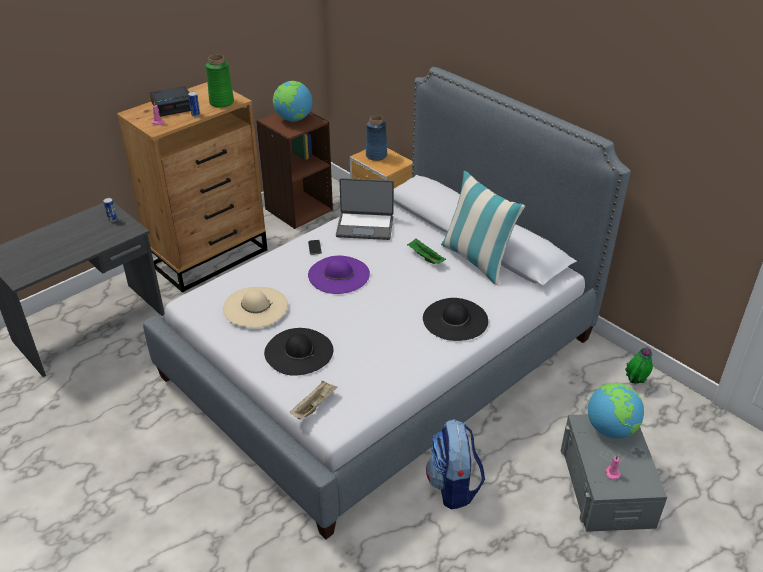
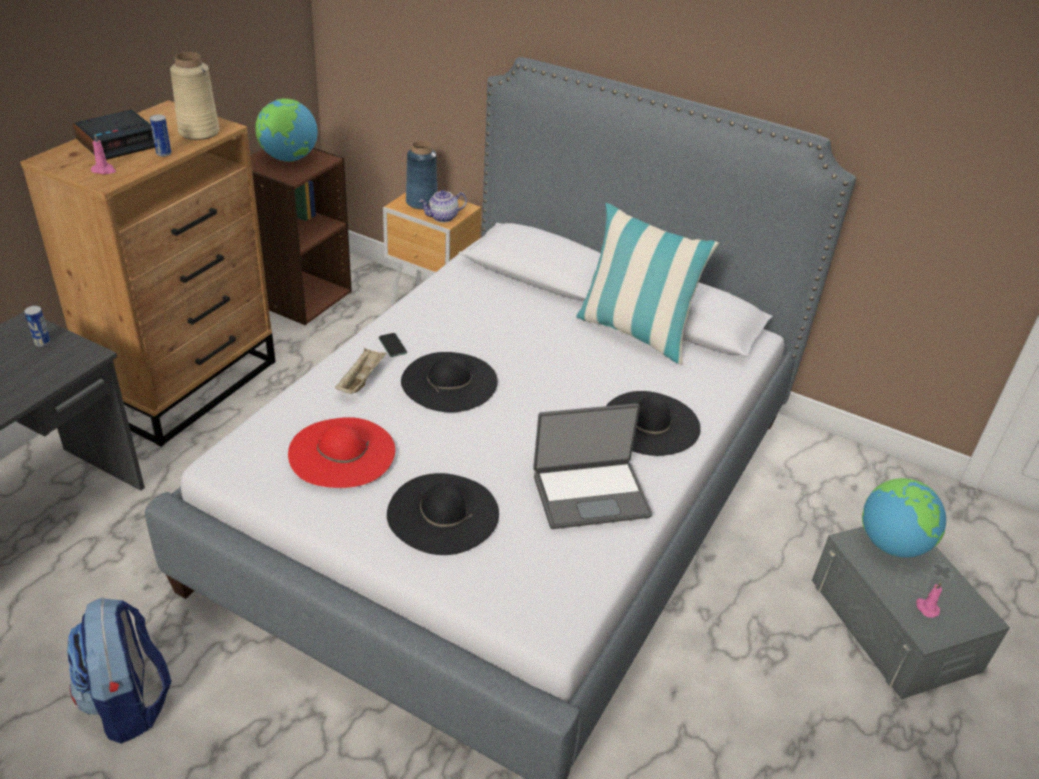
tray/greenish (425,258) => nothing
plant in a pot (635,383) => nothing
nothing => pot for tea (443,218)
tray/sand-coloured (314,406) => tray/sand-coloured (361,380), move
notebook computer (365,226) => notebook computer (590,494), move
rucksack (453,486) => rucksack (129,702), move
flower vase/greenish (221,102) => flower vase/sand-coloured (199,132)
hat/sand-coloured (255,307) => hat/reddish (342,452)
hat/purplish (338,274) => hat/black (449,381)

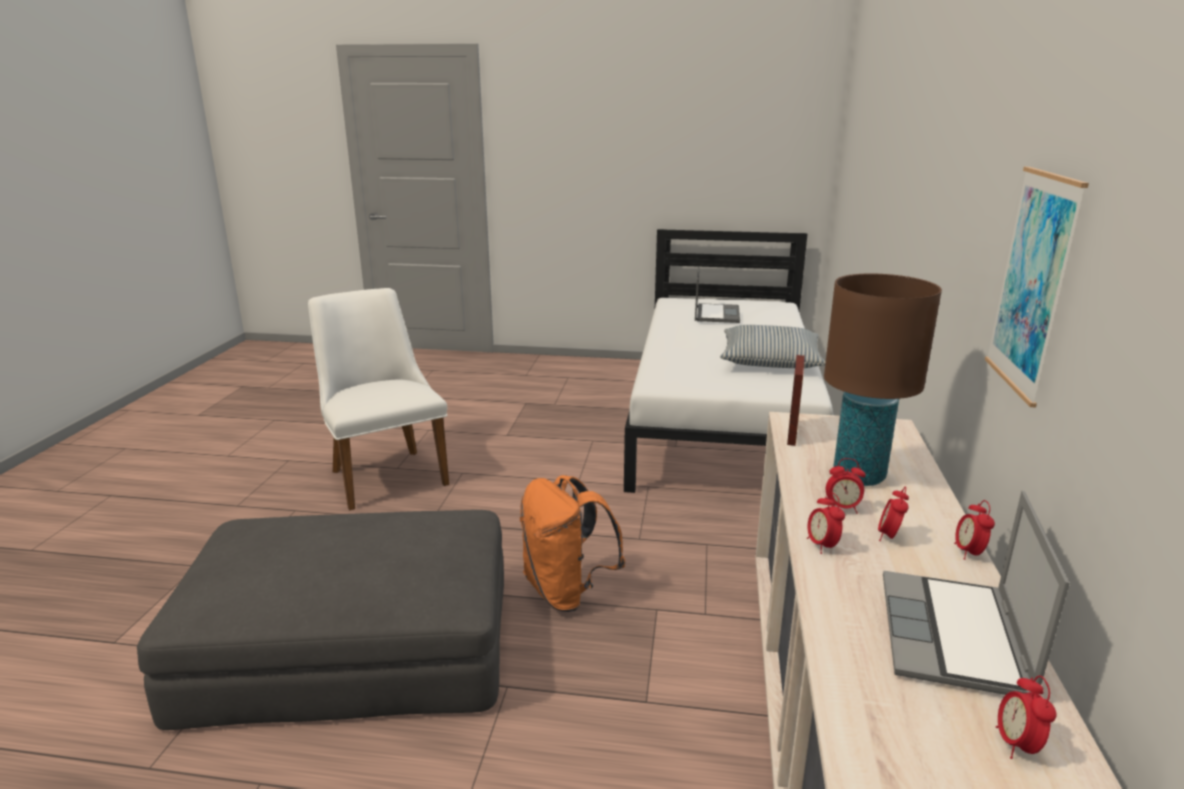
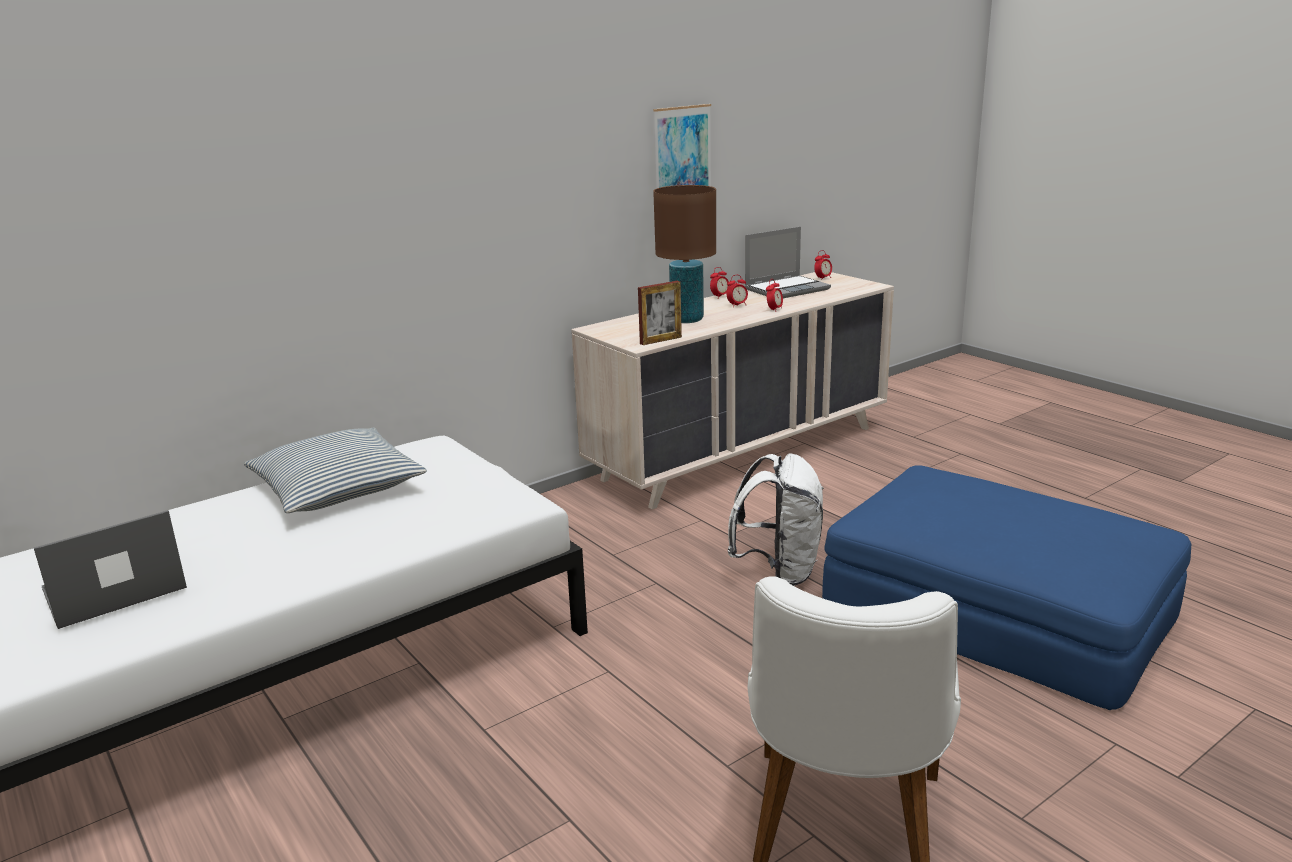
table clock (842,508) => nothing
pouffe/greyish (350,644) => pouffe/blue (997,608)
rucksack/orange (566,592) => rucksack/white-coloured (779,571)

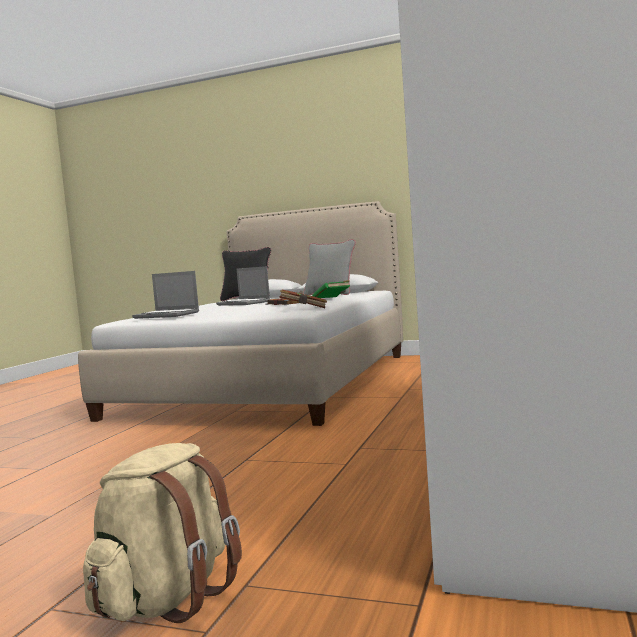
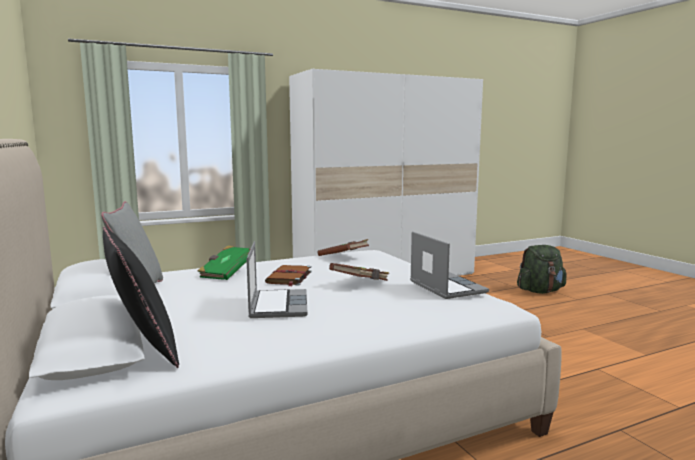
nothing => bound book/brown-coloured (360,283)
rucksack/sand-coloured (168,598) => rucksack/greenish (540,291)

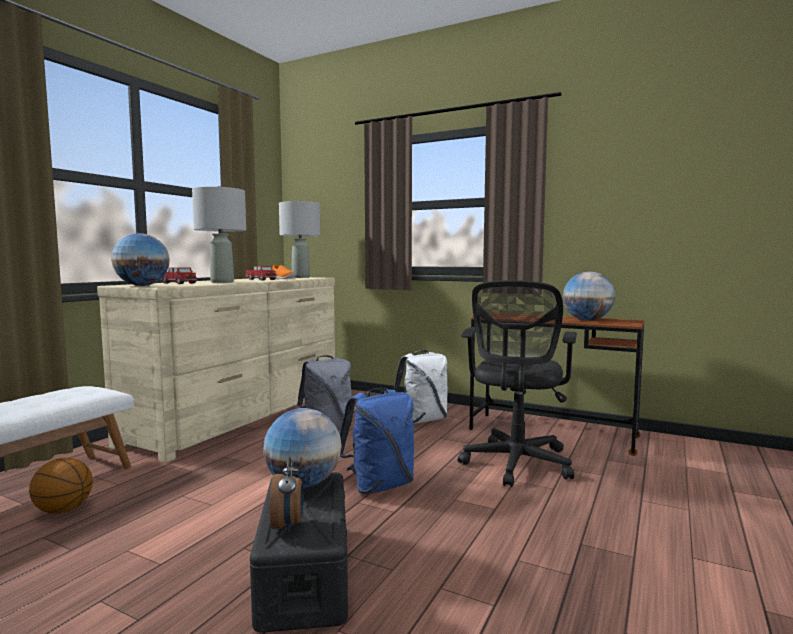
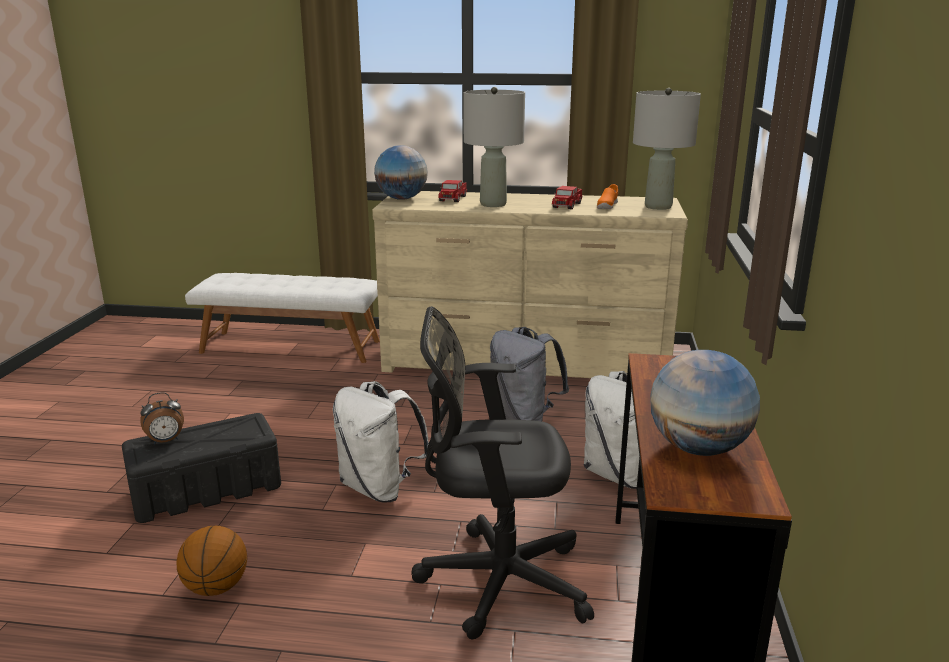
world globe (303,483) => nothing
basketball (63,510) => basketball (216,587), move
rucksack/blue (379,485) => rucksack/white-coloured (380,488)

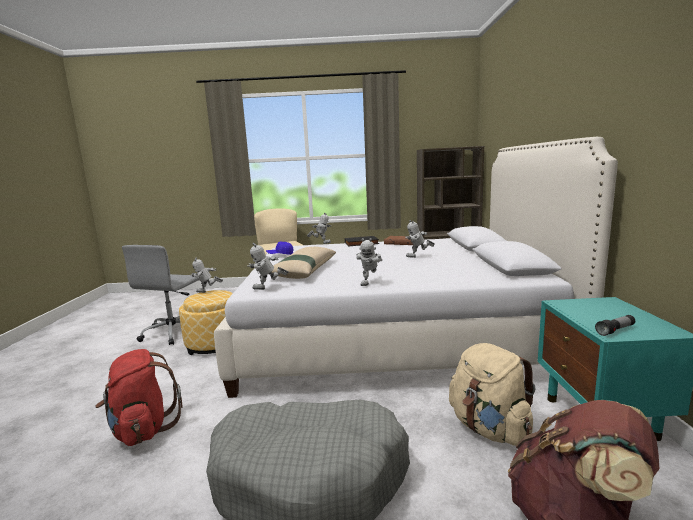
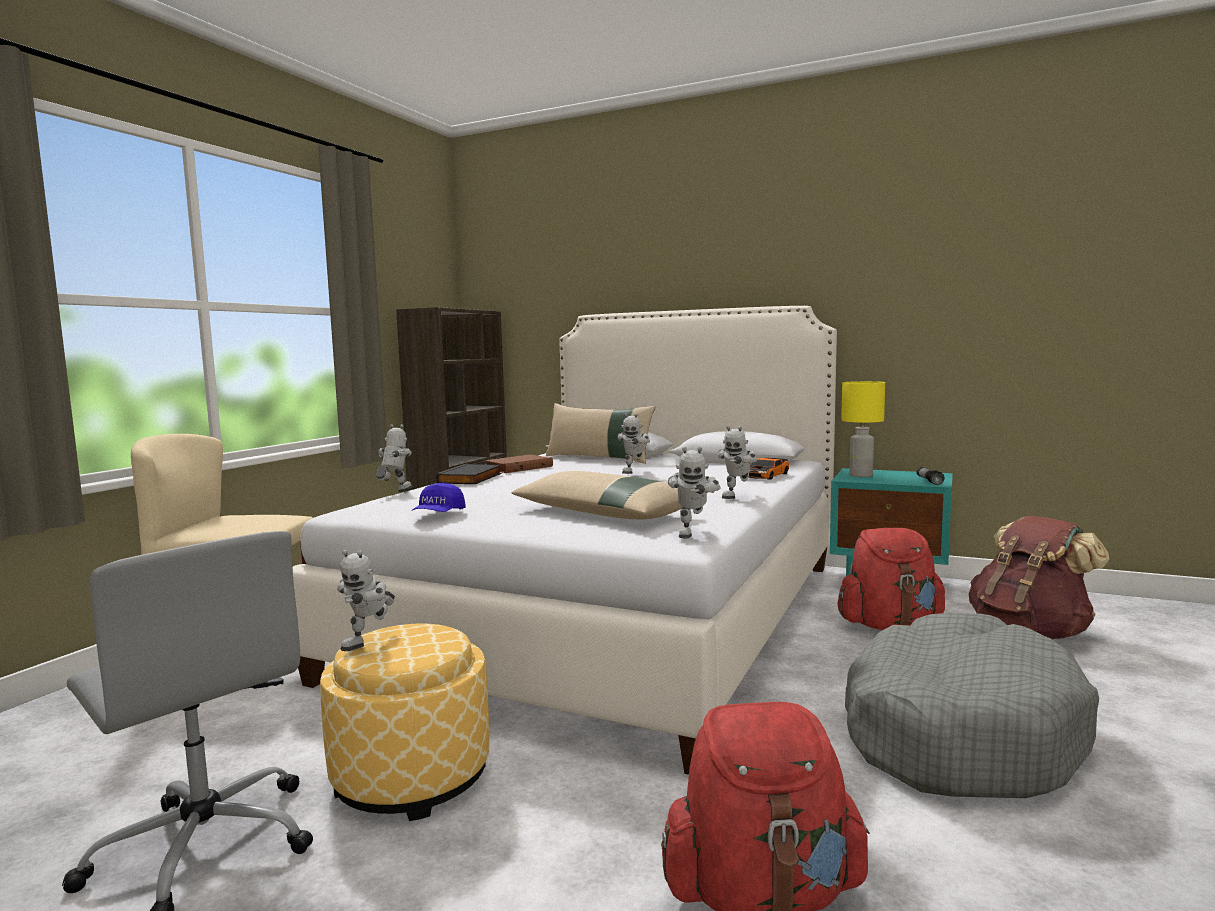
nothing => pillow/sand-coloured (599,459)
nothing => miniature car (766,475)
nothing => tabletop lamp/yellowish (861,475)
rucksack/sand-coloured (489,428) => rucksack/reddish (889,625)
toy robot (370,283) => toy robot (738,497), 75 degrees clockwise

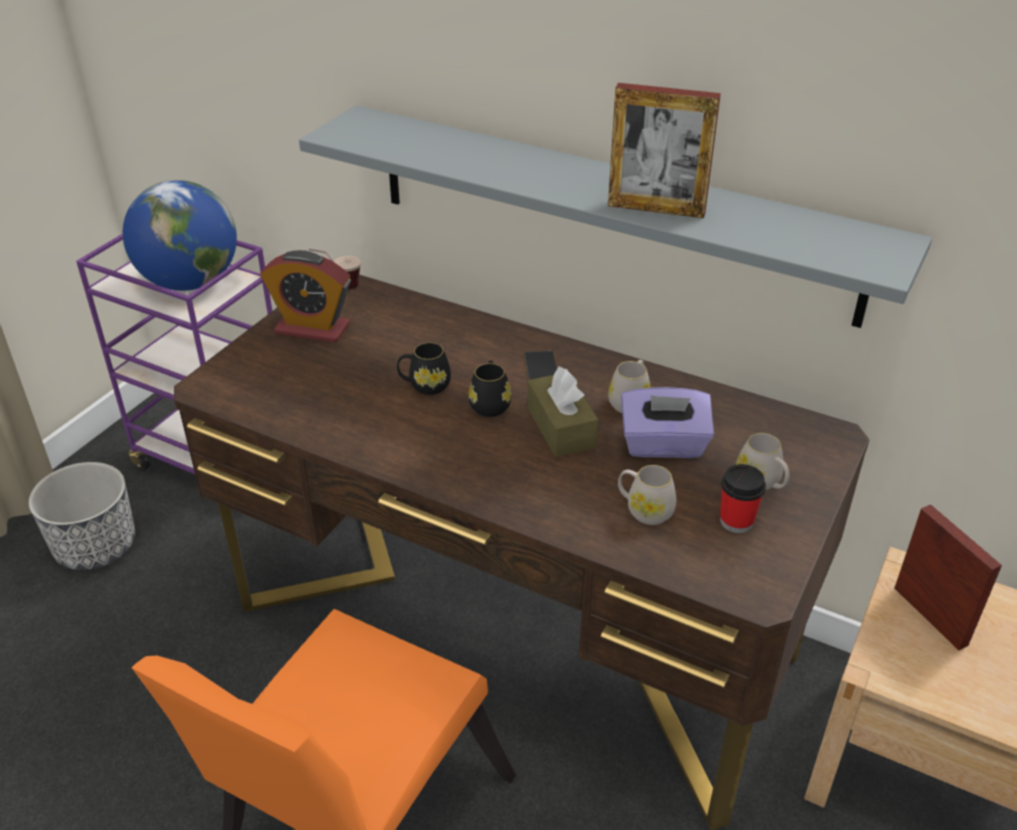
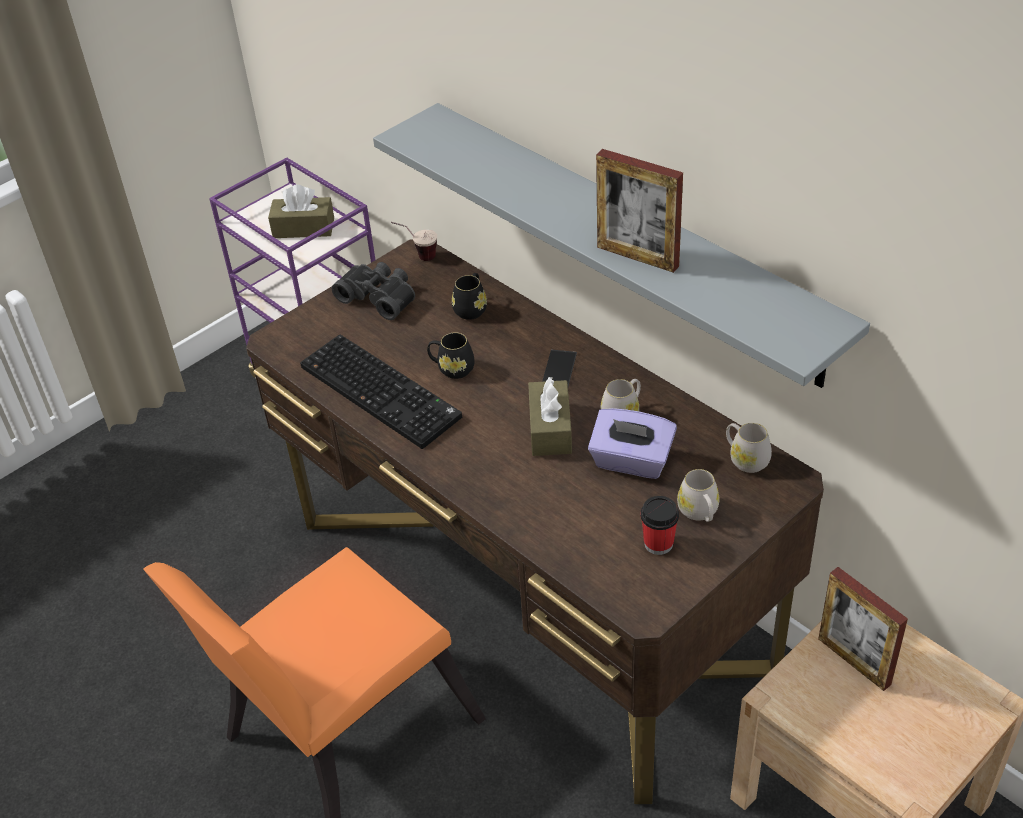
plant pot (96,546) => nothing
nothing => PC keyboard (383,391)
mug/black (490,403) => mug/black (471,308), move
mug/white-coloured (644,510) => mug/white-coloured (745,459), move
world globe (190,282) => tissue holder/brown-coloured (303,228)
table clock (312,328) => pair of binoculars/black (379,297)
photo frame (930,616) => photo frame (854,661), 150 degrees clockwise

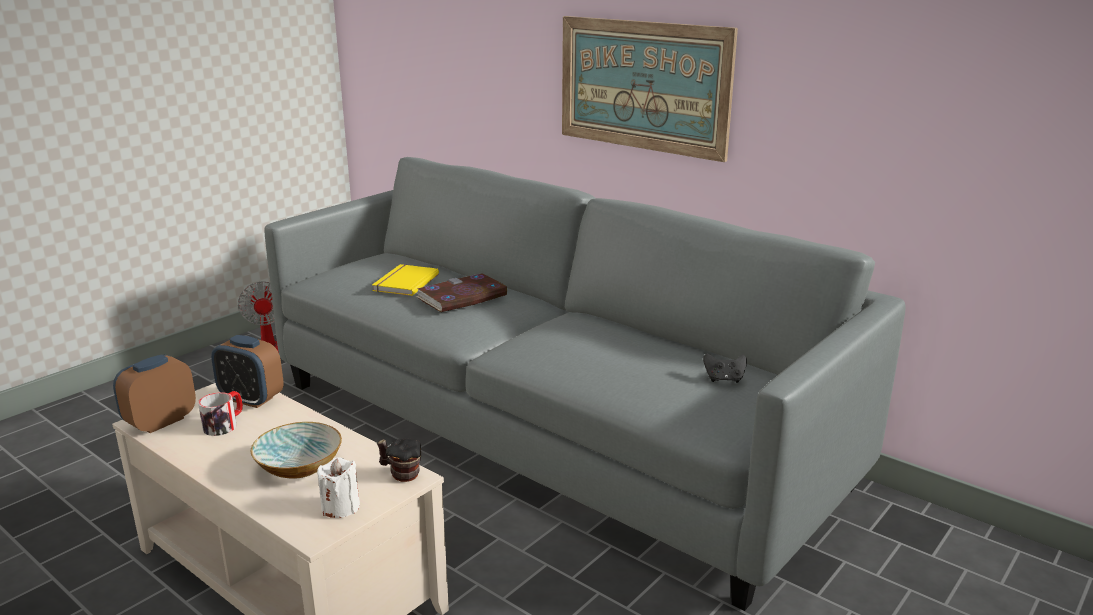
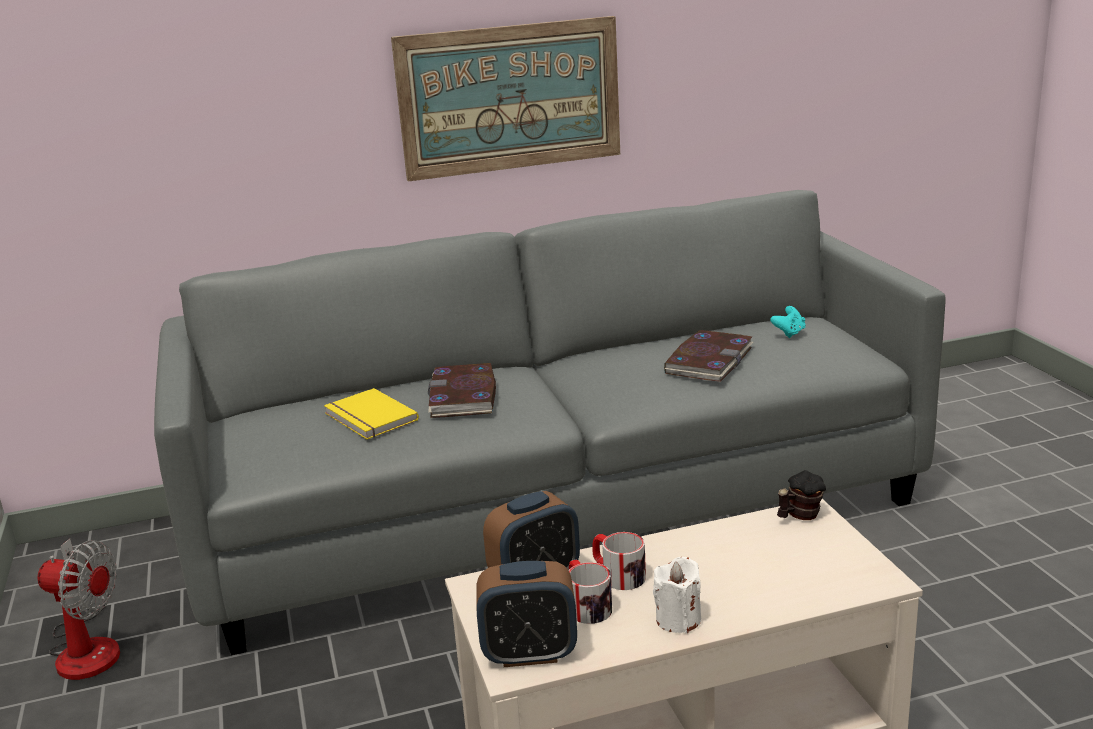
serving bowl (300,467) => nothing
nothing => mug (618,575)
nothing => bound book (708,360)
wax candle/white-coloured (340,507) => wax candle/white-coloured (678,619), move
game controller/black (724,379) => game controller/turquoise-coloured (789,333)
table clock (160,422) => table clock (529,654), 75 degrees counterclockwise

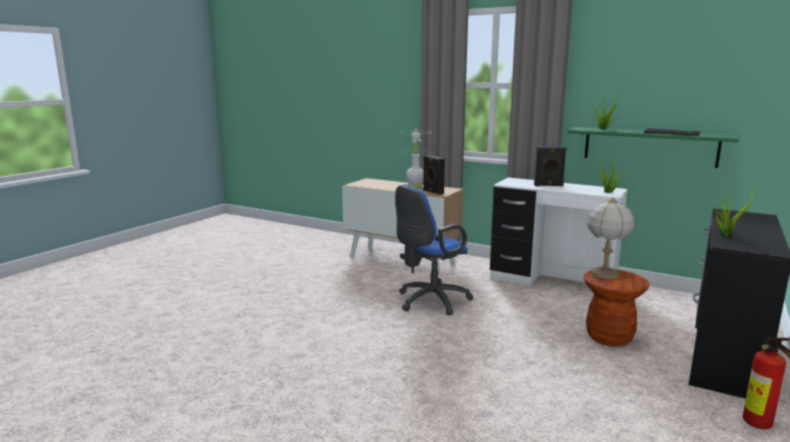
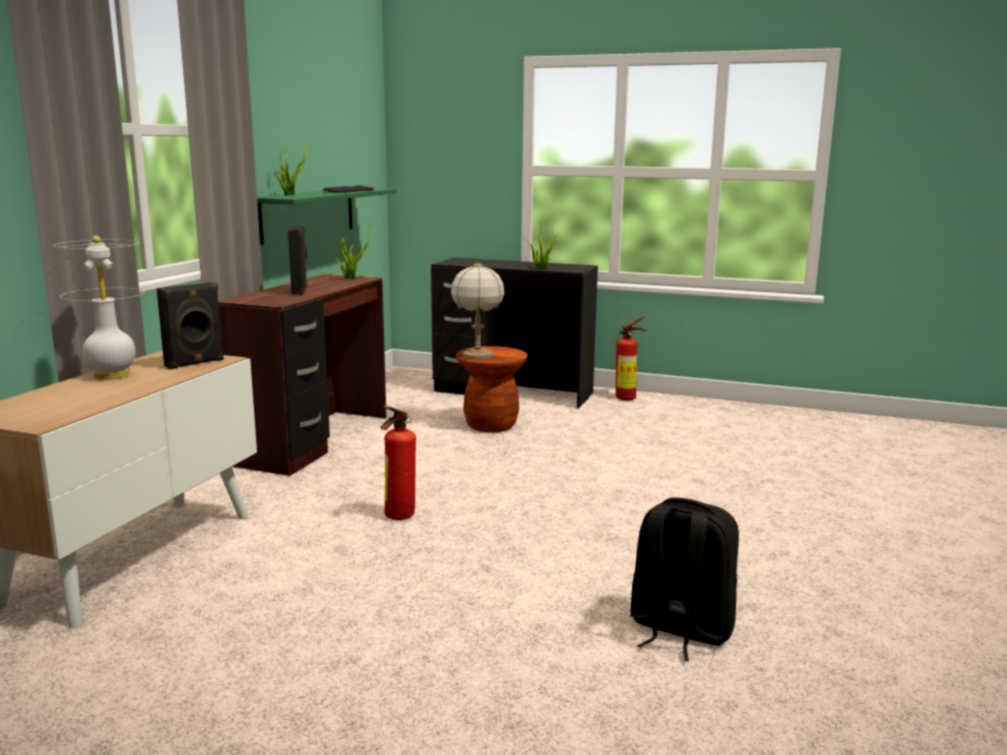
nothing => rucksack/black (679,629)
desk chair/blue (429,301) => fire extinguisher (397,517)
desk table/white-coloured (551,283) => desk table/brown-coloured (316,440)

